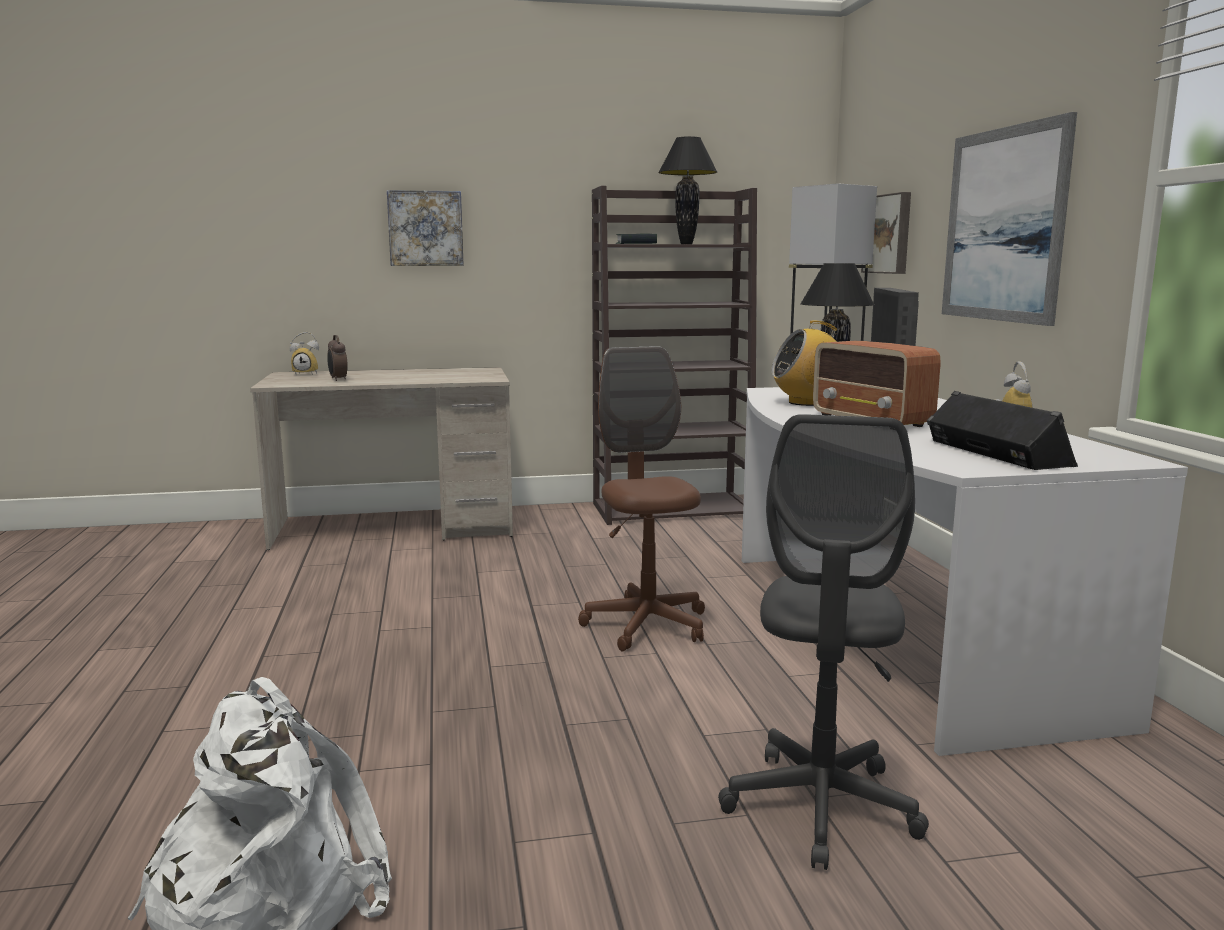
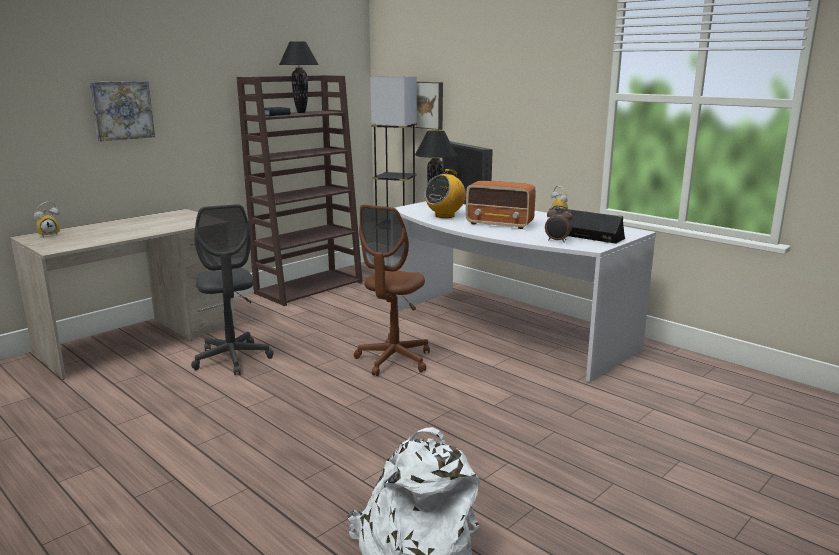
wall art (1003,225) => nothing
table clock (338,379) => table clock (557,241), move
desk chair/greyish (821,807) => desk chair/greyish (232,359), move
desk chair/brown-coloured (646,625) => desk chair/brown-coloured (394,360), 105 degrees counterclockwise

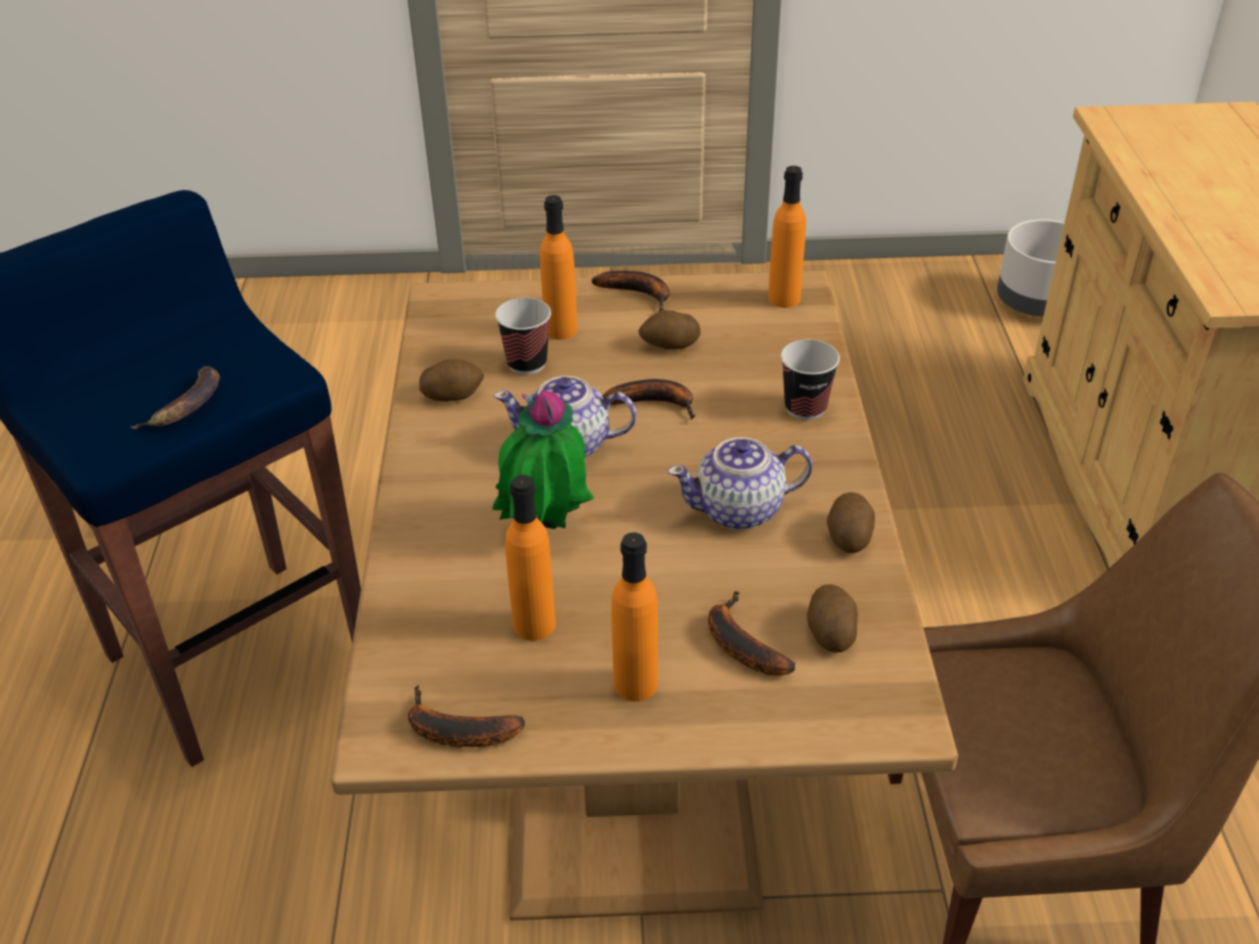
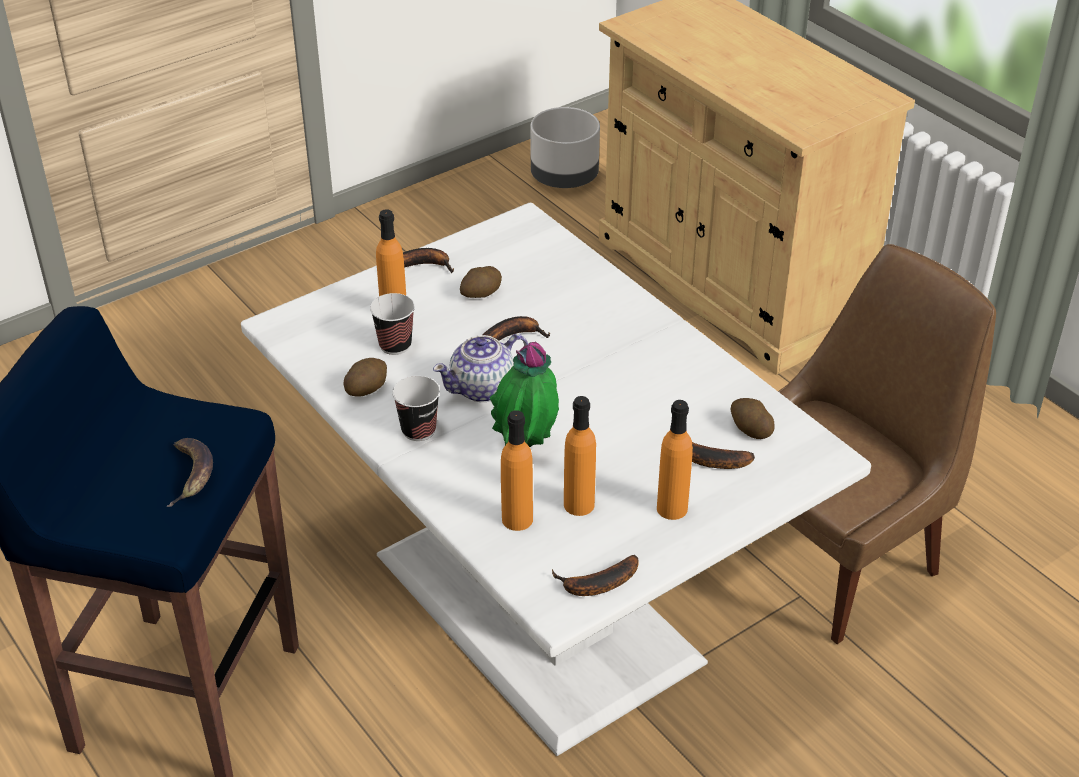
pot for tea (740,510) => nothing
potato (849,536) => nothing
beverage bottle/orange (784,298) => beverage bottle/orange (517,519), move
small cup (805,407) => small cup (418,430), move
kitchen table/brown-coloured (634,741) => kitchen table/white-coloured (539,605)

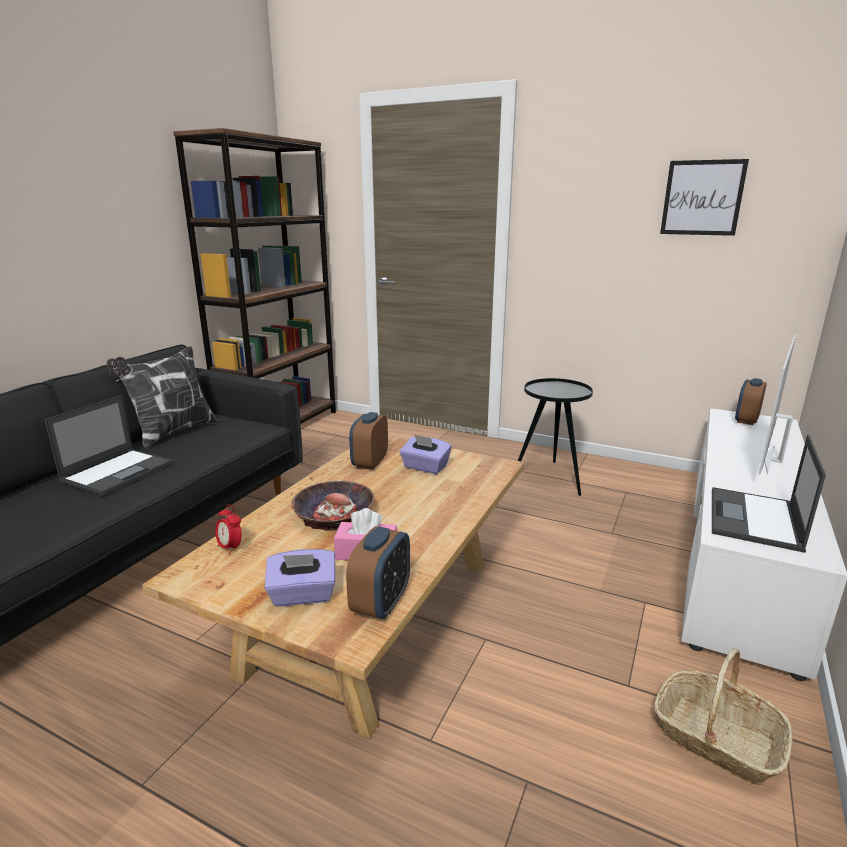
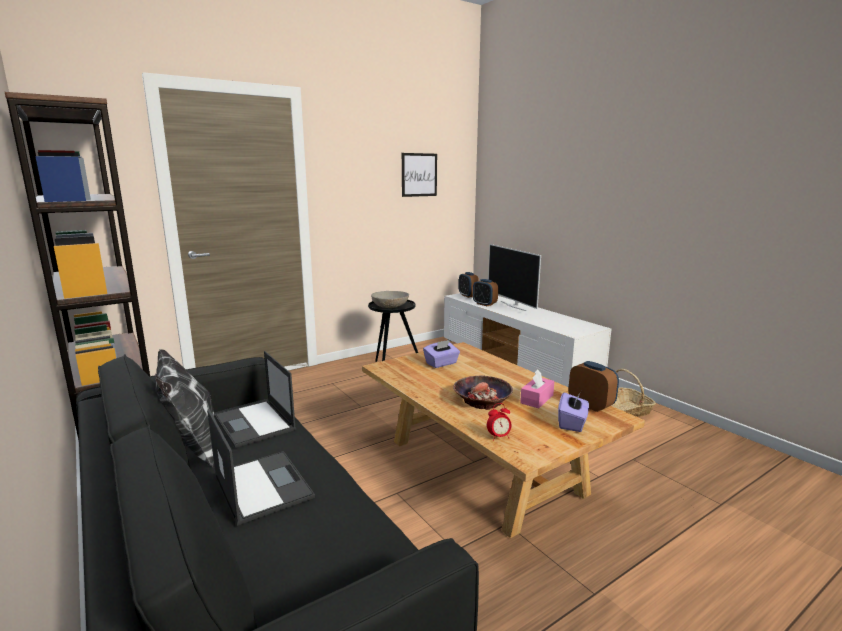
nothing => serving bowl/greyish (390,306)
table clock (370,463) => table clock (484,304), move
notebook computer (754,519) => notebook computer (255,423), move

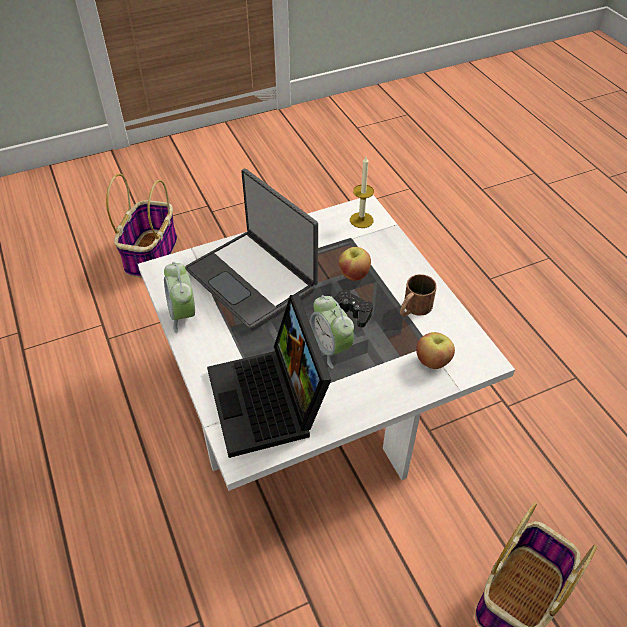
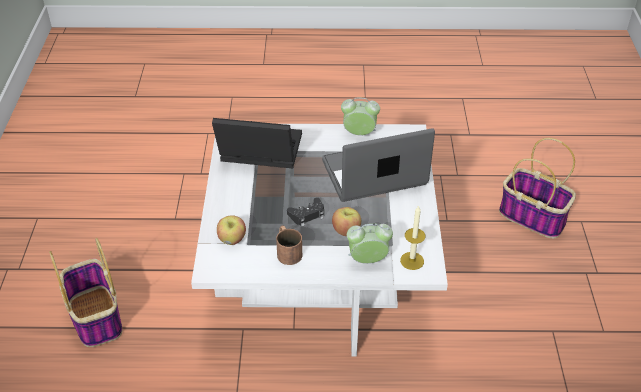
table clock (330,348) => table clock (367,260), move

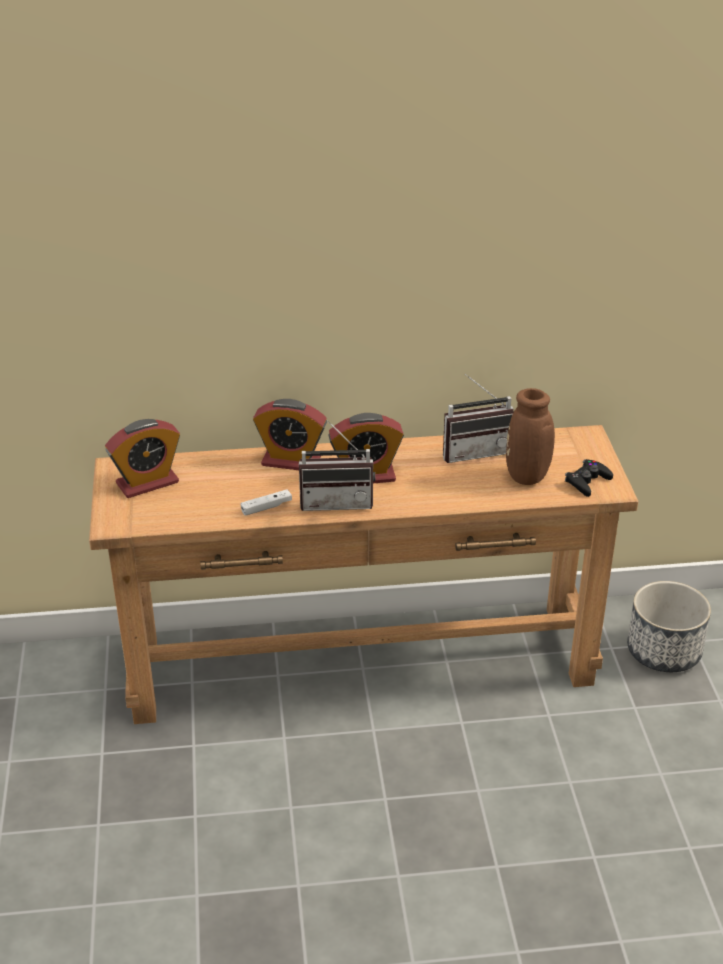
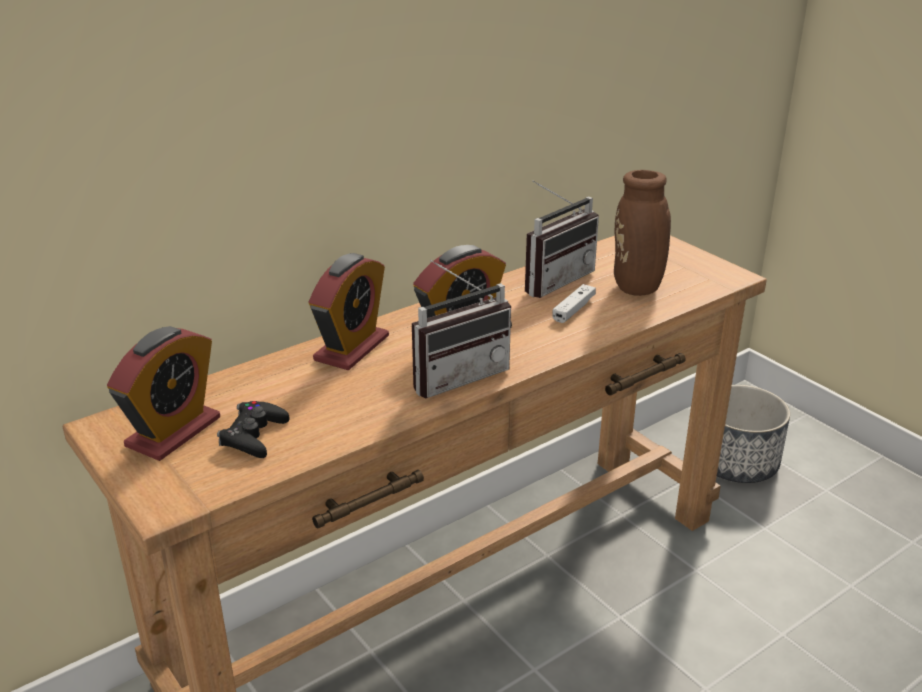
game controller/white-coloured (266,507) => game controller/white-coloured (573,310), move
game controller/black (587,482) => game controller/black (254,436), move
table clock (291,461) => table clock (351,348), 45 degrees counterclockwise

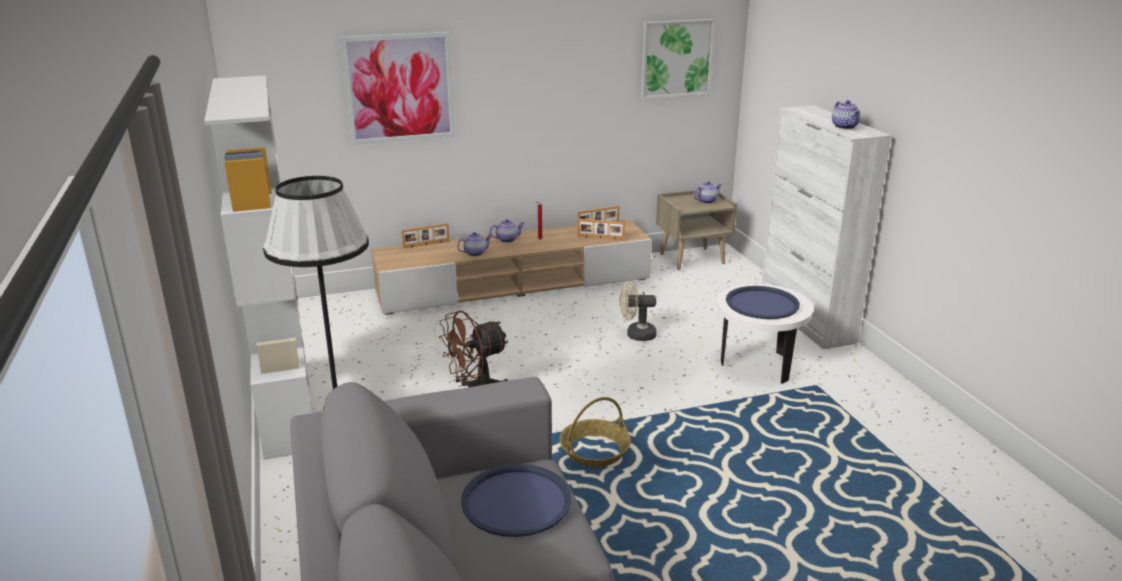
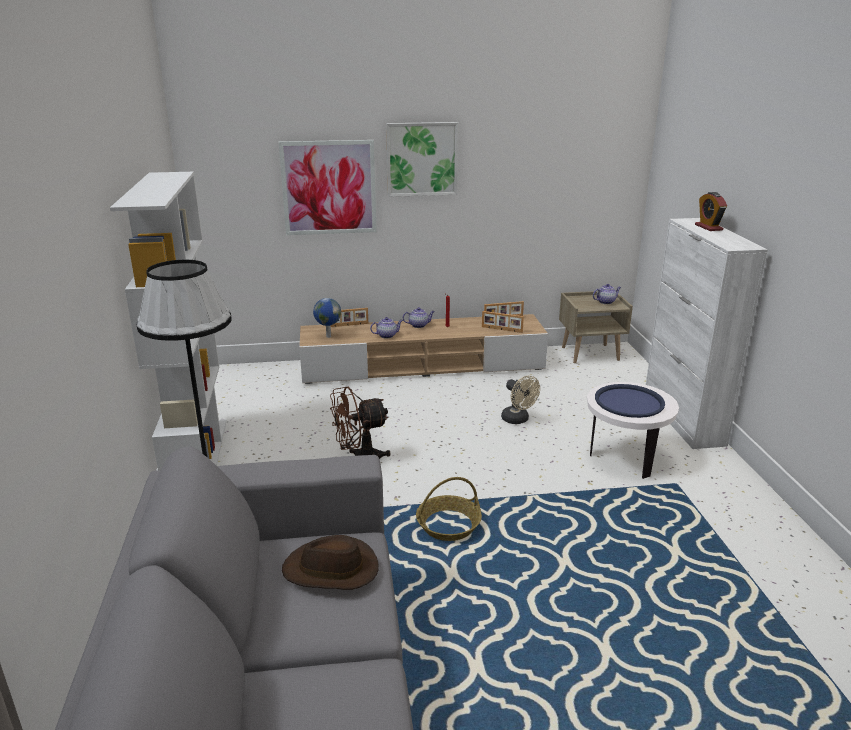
pot for tea (845,127) => nothing
nothing => world globe (328,336)
nothing => table clock (708,227)
wall art (676,58) => wall art (422,159), move
tray/blue (516,501) => hat/brown-coloured (331,570)
fan/sand-coloured (636,335) => fan/sand-coloured (518,420), 135 degrees counterclockwise

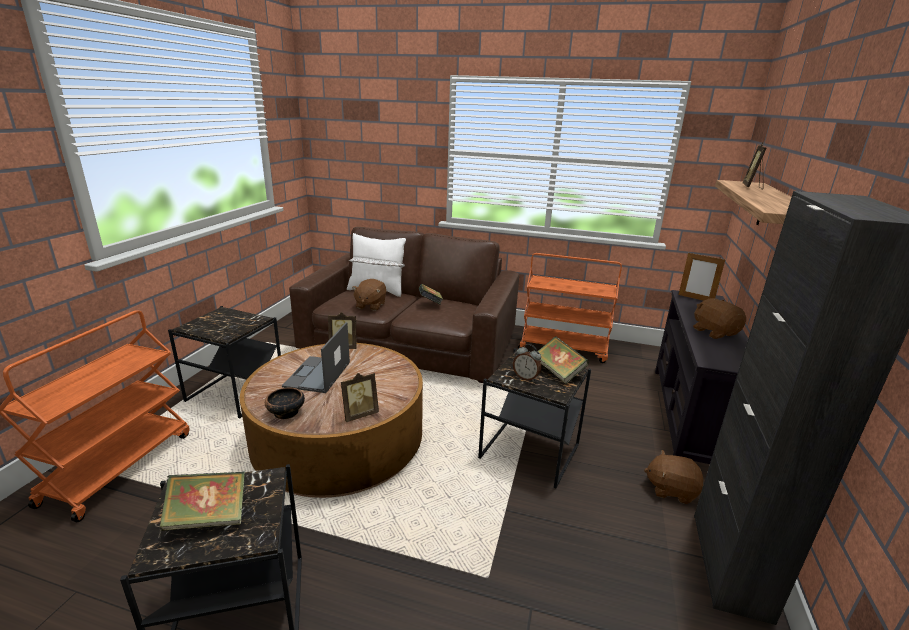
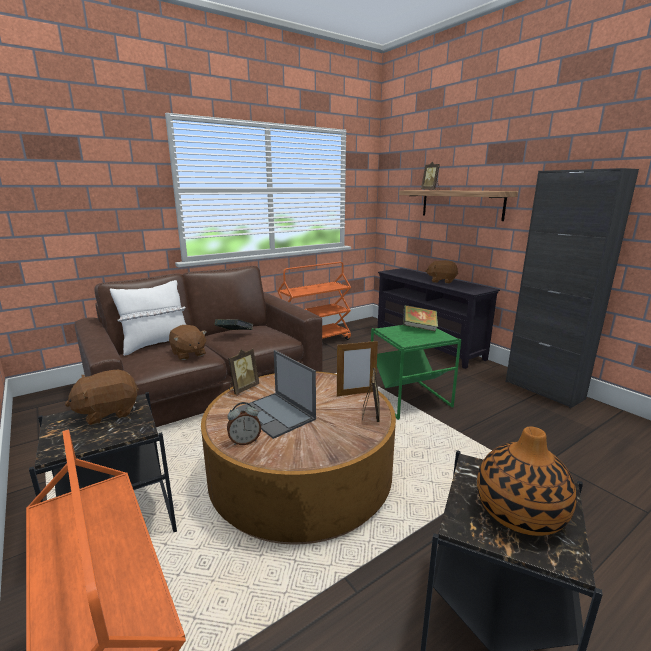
serving bowl (286,413) => nothing
table clock (526,377) => table clock (245,441), move
soft toy/brown-coloured (671,489) => soft toy/brown-coloured (108,412), move
photo frame (695,298) => photo frame (356,393), move
bound book (209,518) => flower vase (520,512)
side table/black (529,451) => side table/greenish (408,400)

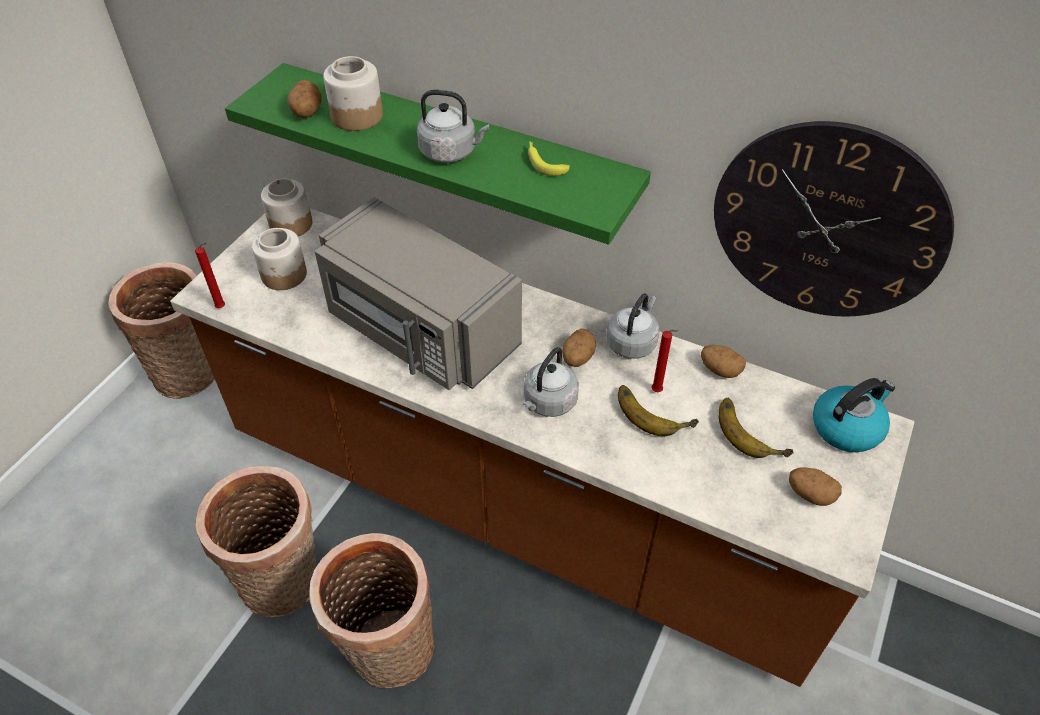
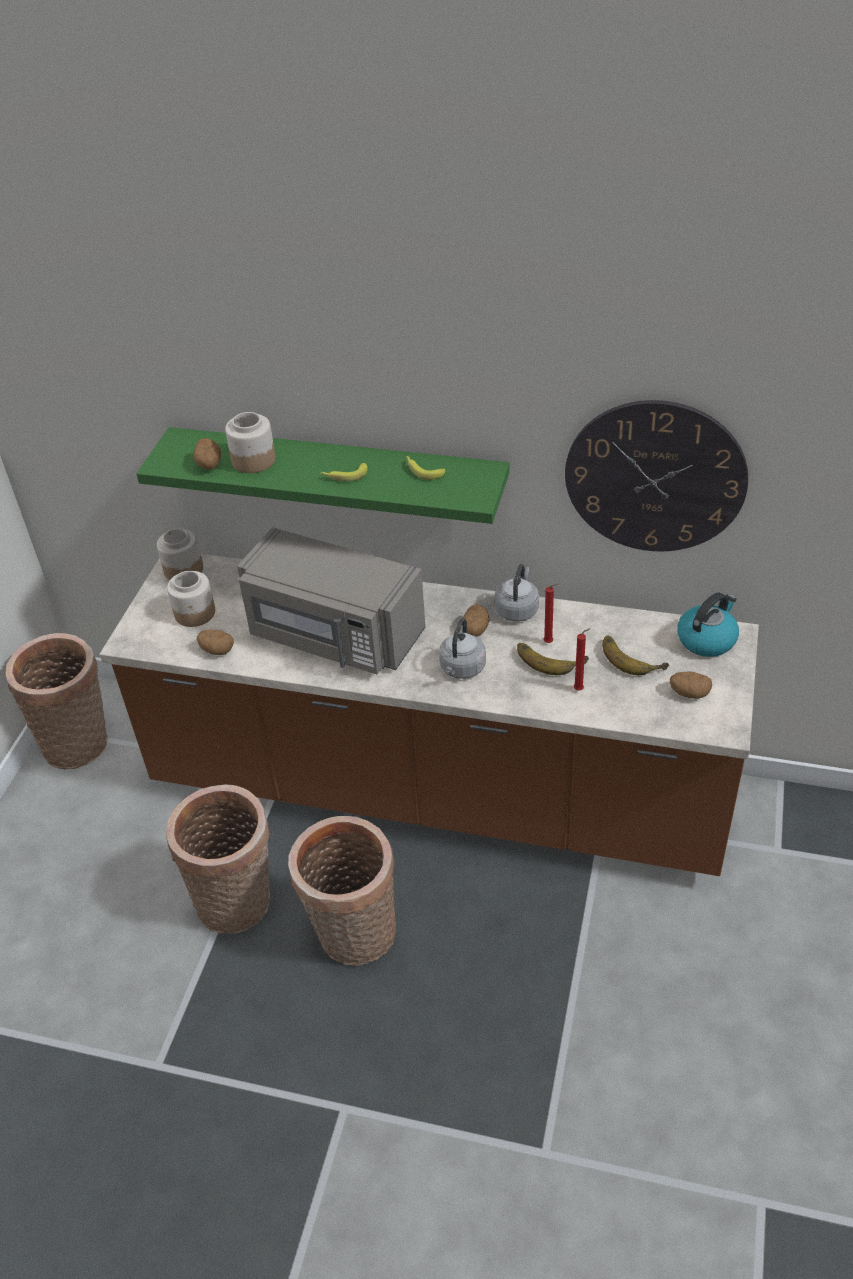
wax candle/reddish (222,307) => wax candle/reddish (580,689), move
potato (720,370) => potato (217,650), move
kettle/greyish (451,152) => whole banana (344,475)

